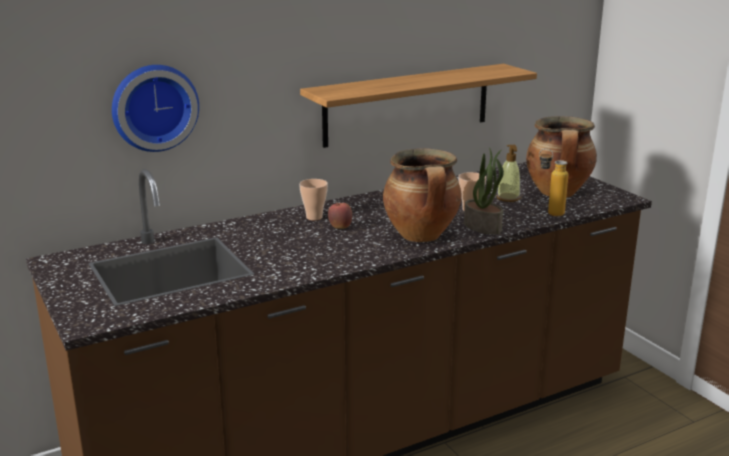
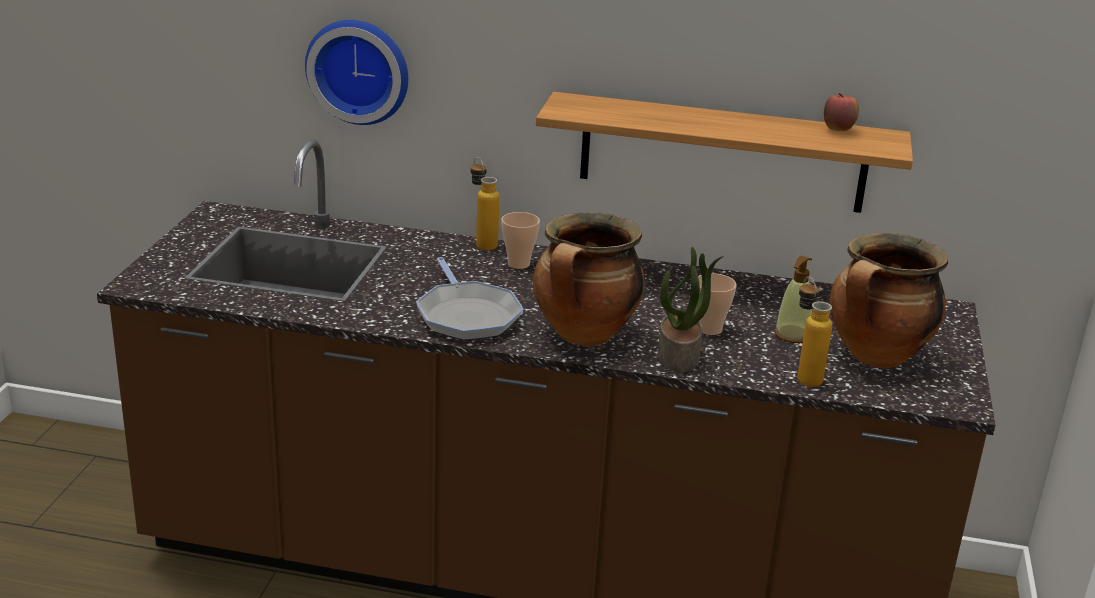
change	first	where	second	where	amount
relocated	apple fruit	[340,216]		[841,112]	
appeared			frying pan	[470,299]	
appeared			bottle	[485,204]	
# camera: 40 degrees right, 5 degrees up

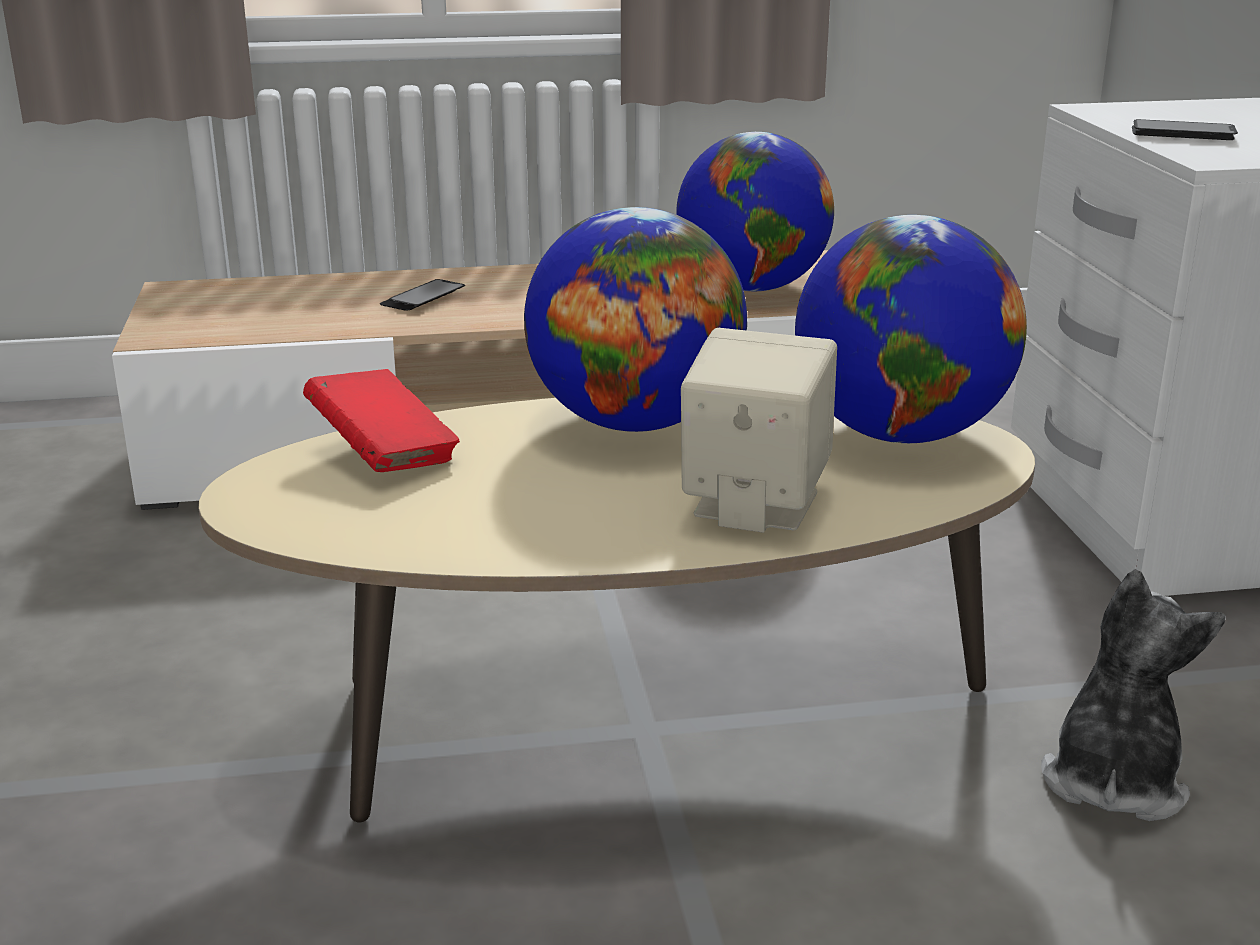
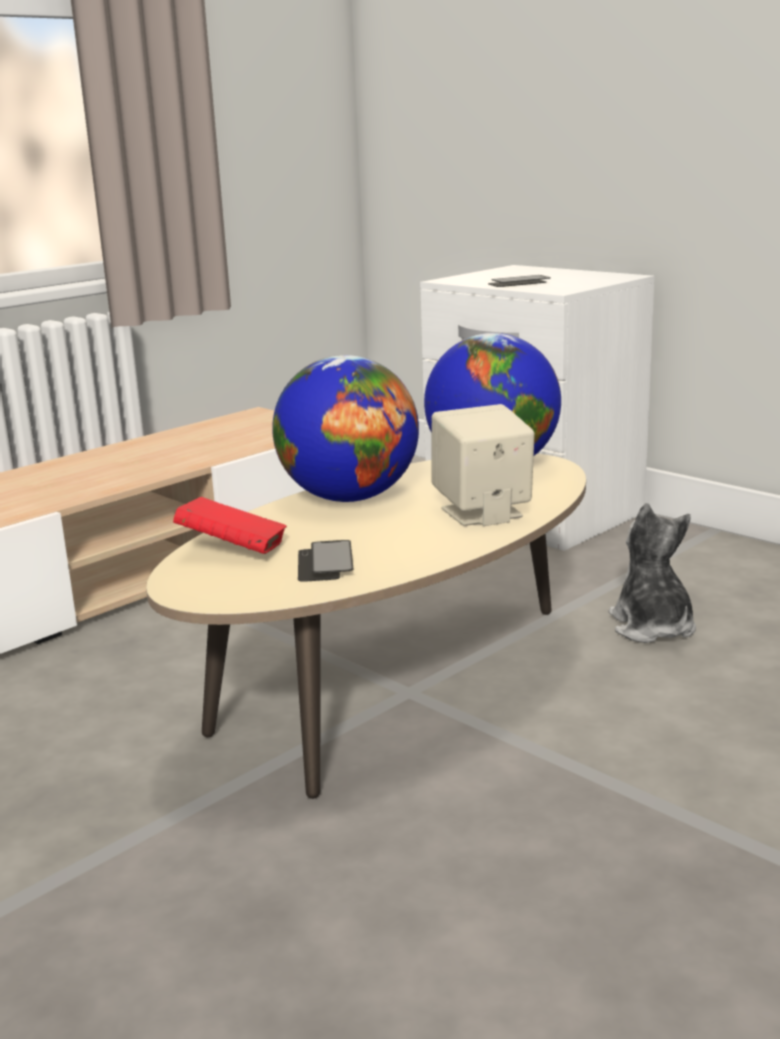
change	first	where	second	where	amount
relocated	phone	[422,294]		[326,561]	
missing	desk globe	[755,212]			
# camera: 35 degrees left, 5 degrees down

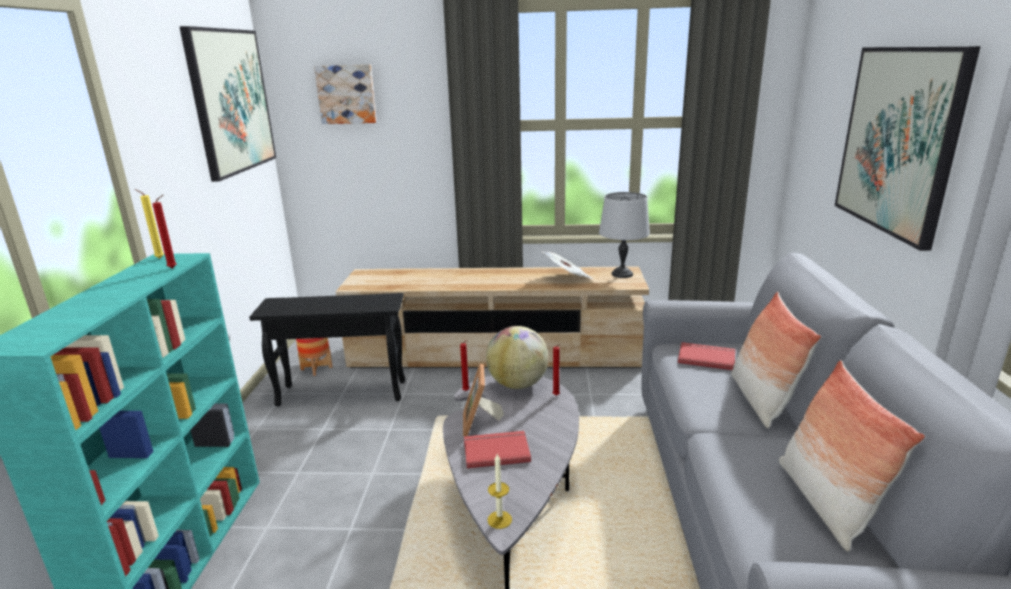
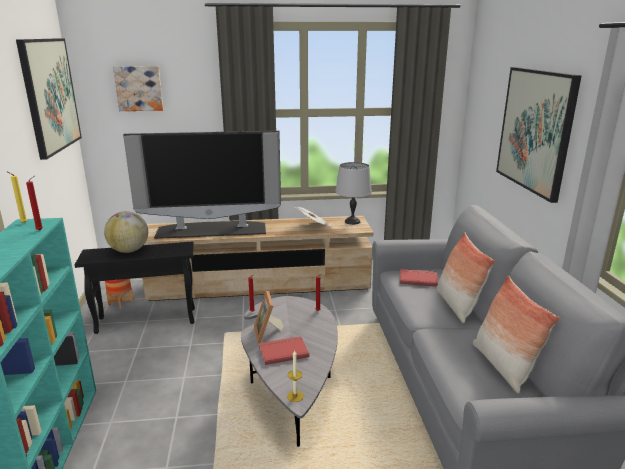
change	first	where	second	where	amount
relocated	desk globe	[517,357]		[126,232]	
appeared			television	[202,185]	
# camera: 10 degrees left, 0 degrees up

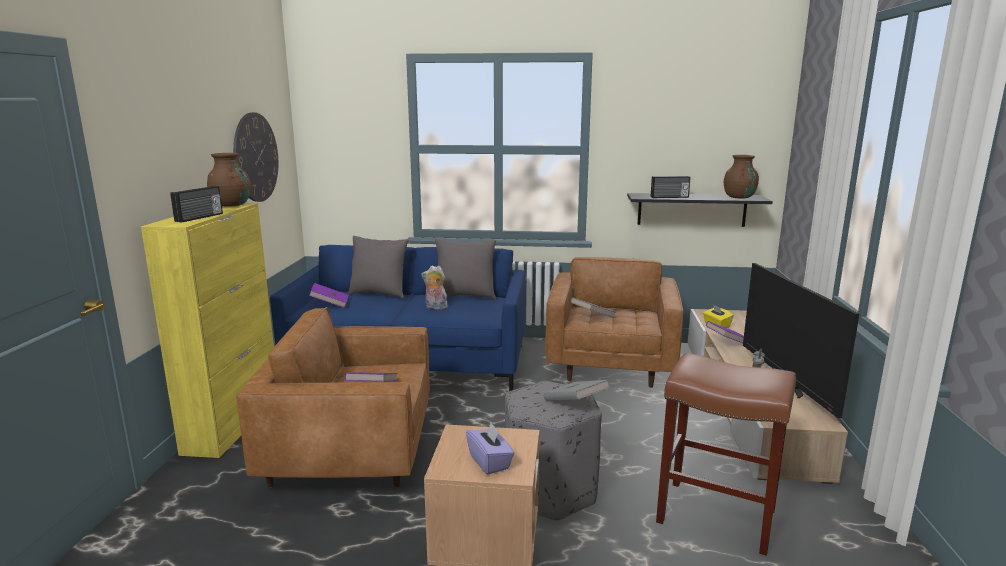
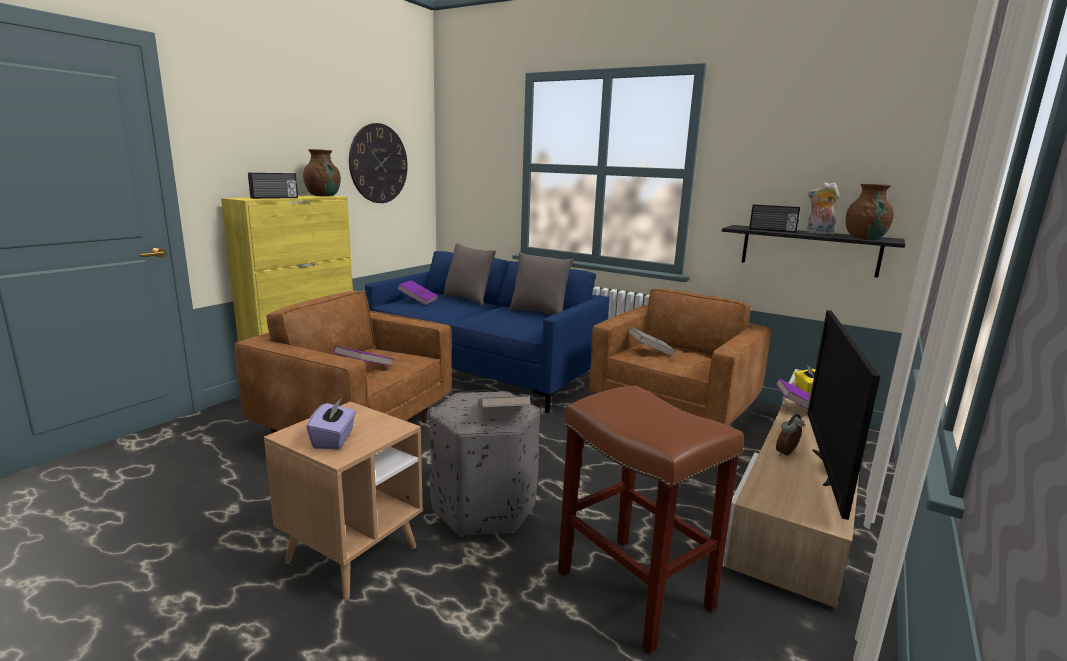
change	first	where	second	where	amount
relocated	soft toy	[434,287]		[823,208]	
# camera: 25 degrees right, 0 degrees up

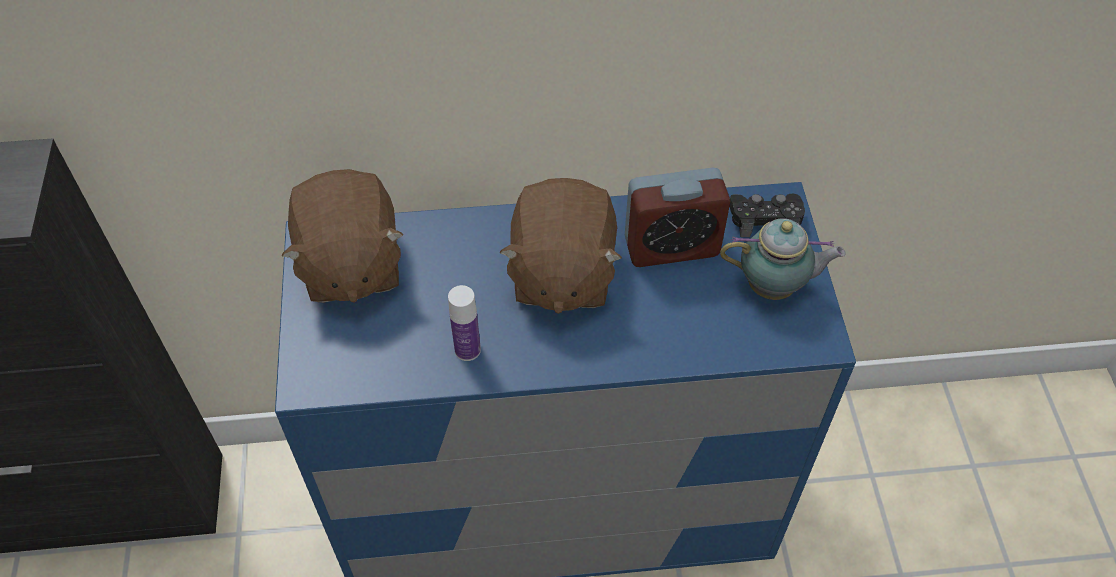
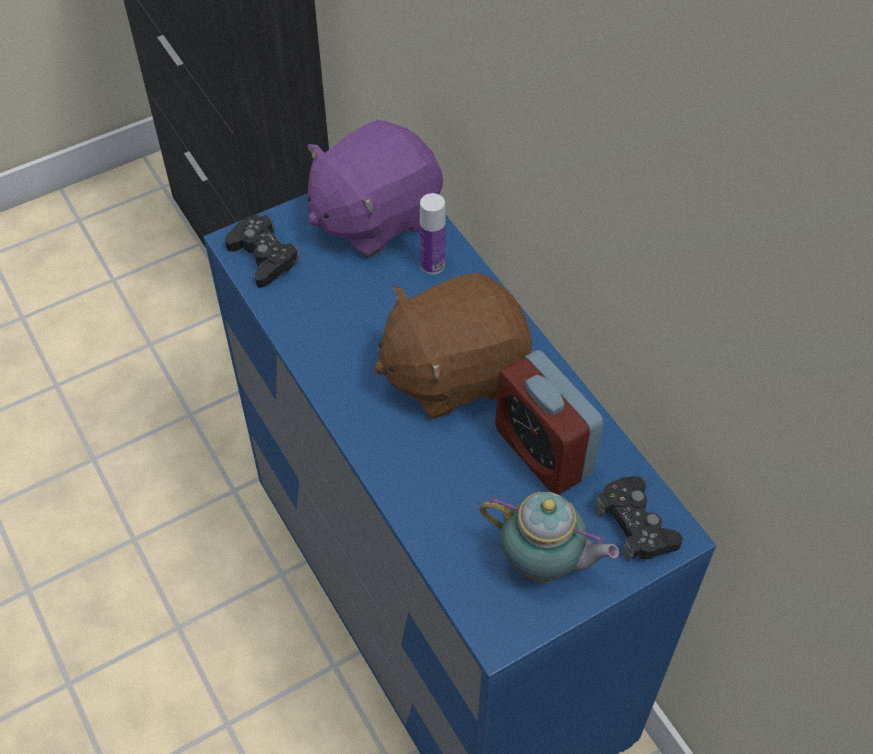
change	first	where	second	where	amount
colour	brownish soft toy	[343,236]	purple-coloured soft toy	[375,189]	
relocated	bottle	[464,323]		[433,233]	
spun	teapot	[783,259]		[549,537]	45 degrees counterclockwise
appeared			black-coloured joypad	[262,251]	
# camera: 65 degrees right, 0 degrees up

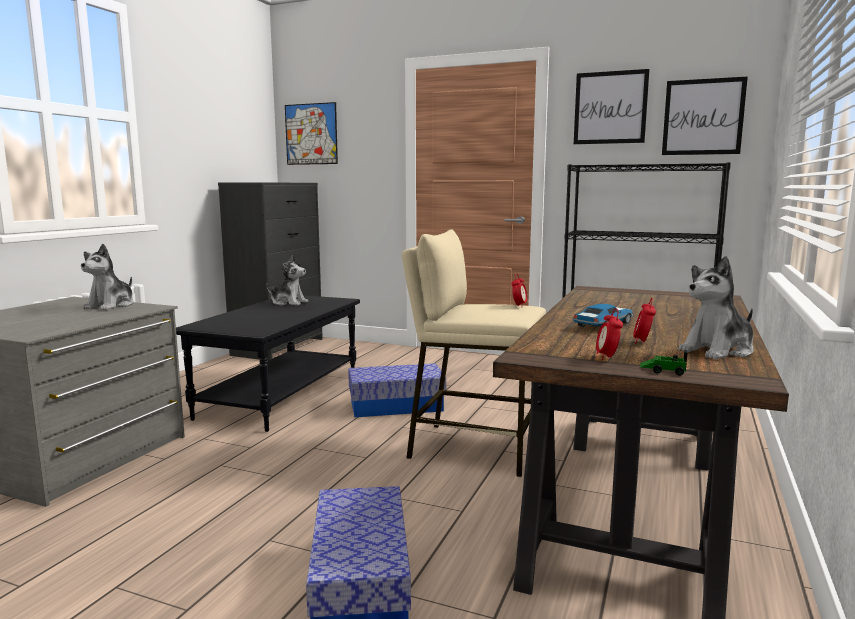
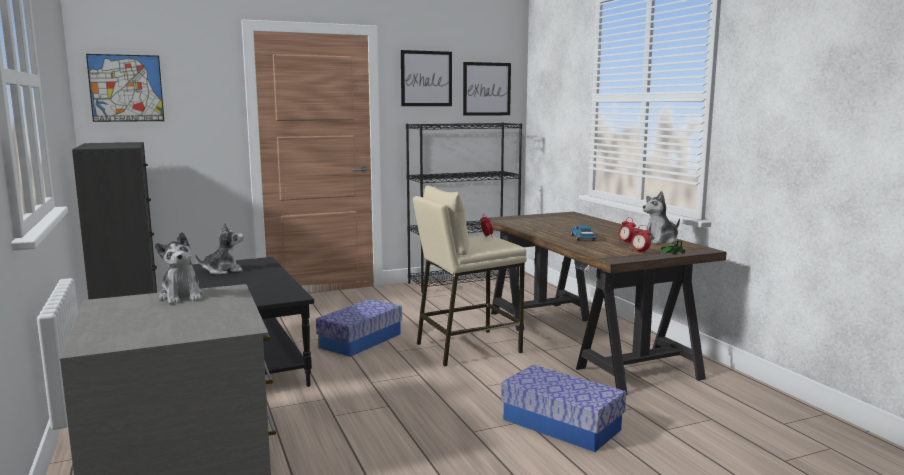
change	first	where	second	where	amount
spun	soft toy	[716,308]		[661,217]	45 degrees clockwise
# camera: 45 degrees left, 0 degrees up

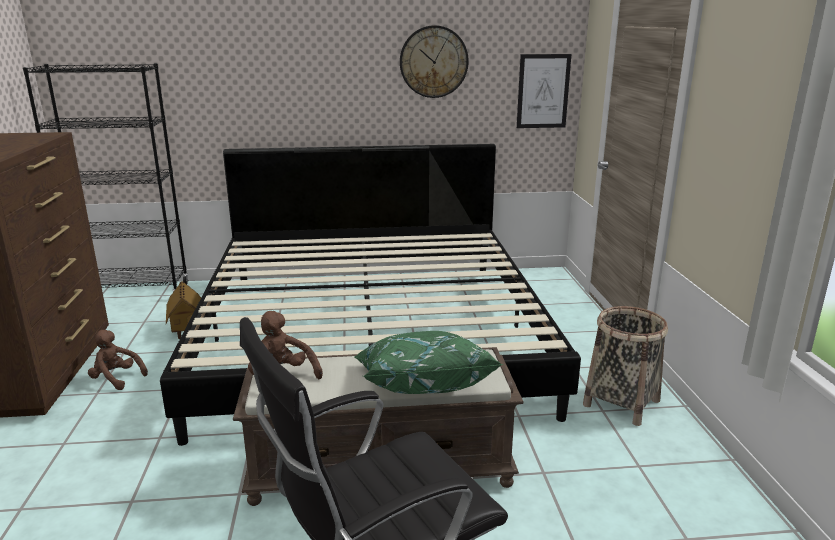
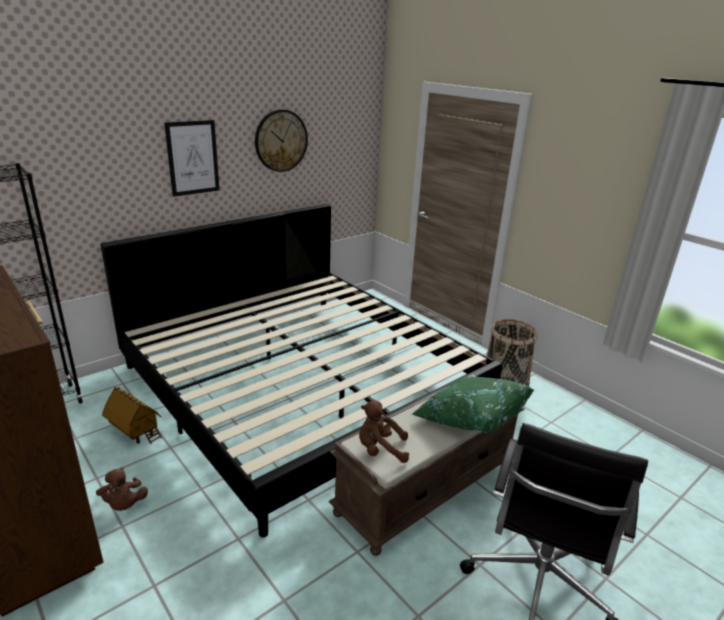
change	first	where	second	where	amount
spun	brownish soft toy	[118,360]		[122,489]	105 degrees counterclockwise
relocated	wall art	[544,91]		[191,158]	
# camera: 35 degrees left, 5 degrees up

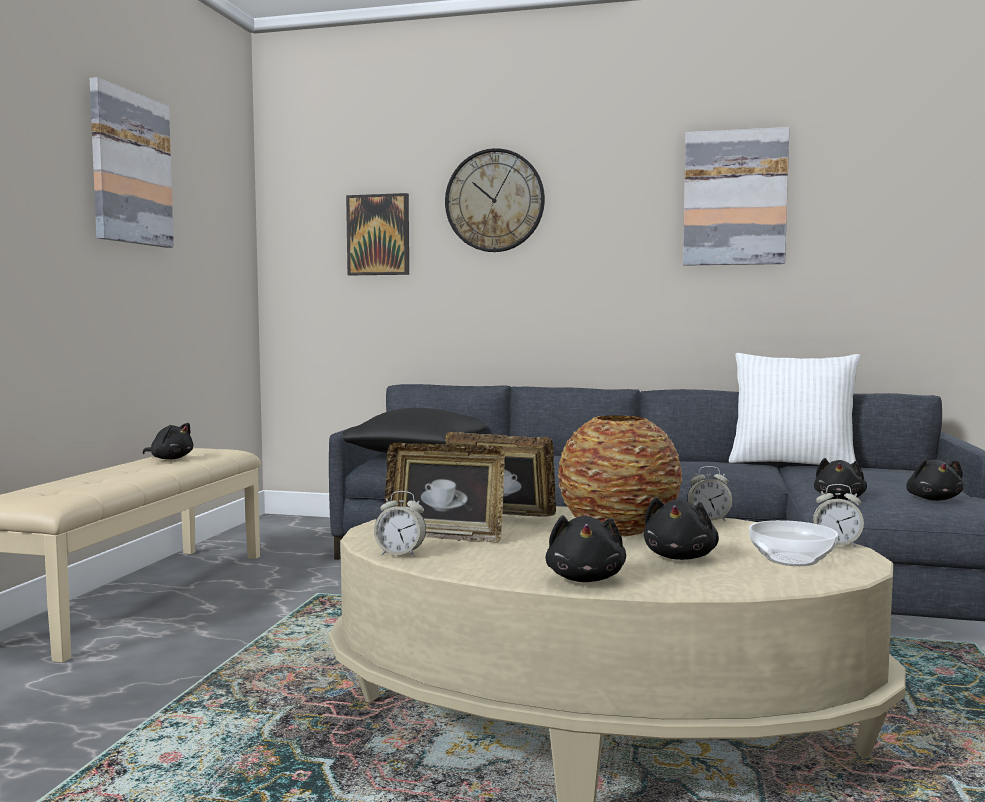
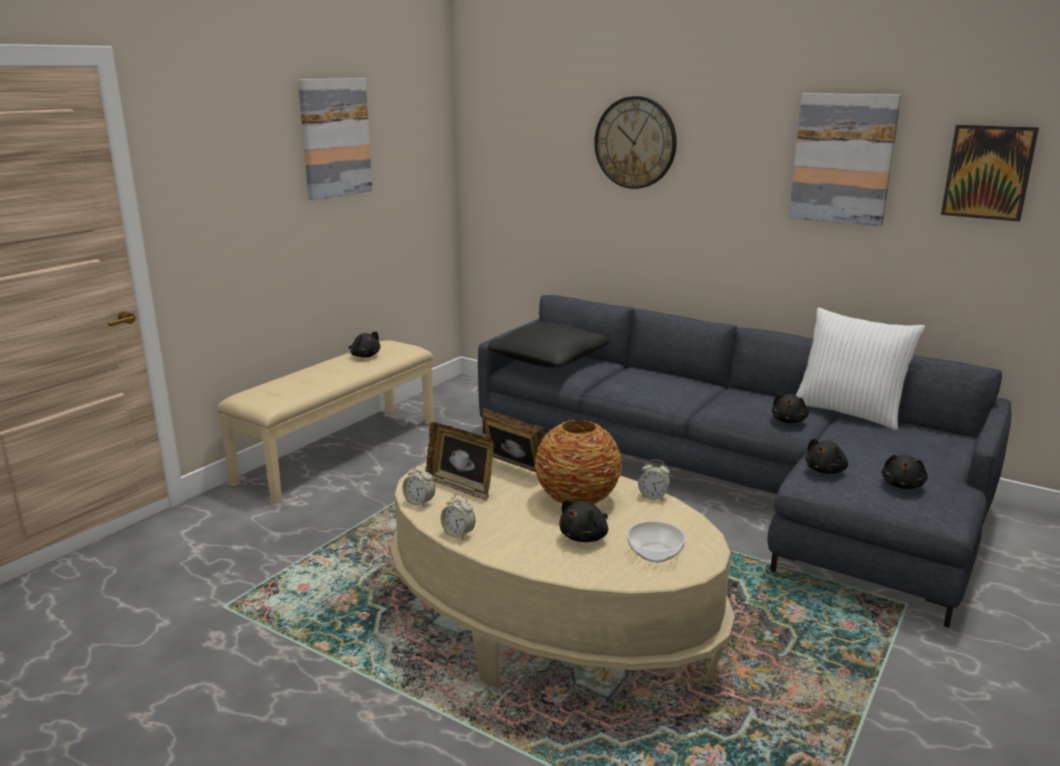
change	first	where	second	where	amount
relocated	wall art	[377,234]		[990,173]	
relocated	black-coloured soft toy	[585,548]		[790,408]	
relocated	alarm clock	[838,515]		[458,517]	
# camera: 20 degrees right, 15 degrees up

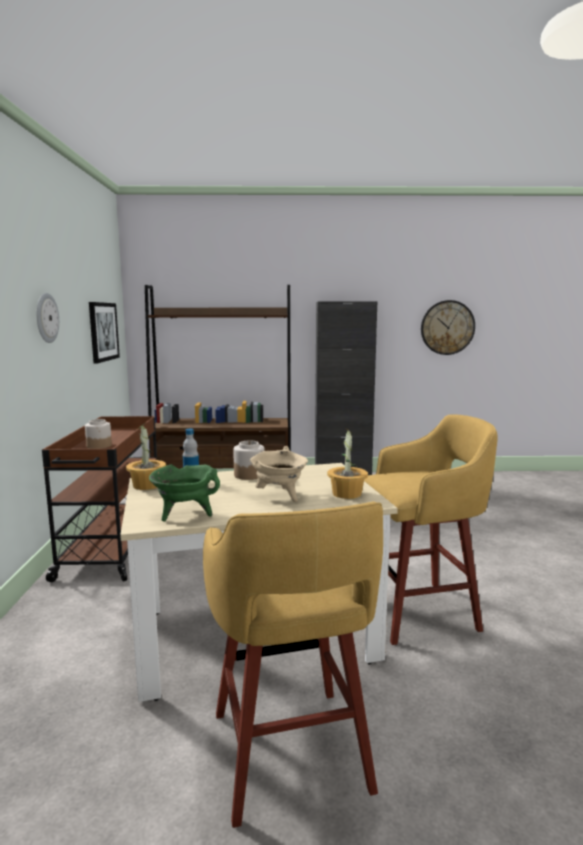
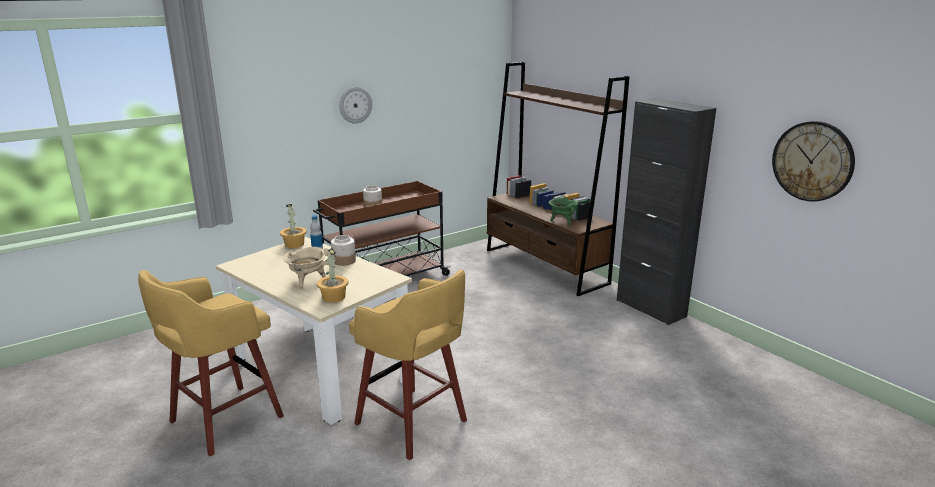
change	first	where	second	where	amount
missing	wall art	[104,332]			
relocated	green stockpot	[184,493]		[563,211]	
# camera: 55 degrees right, 10 degrees up

